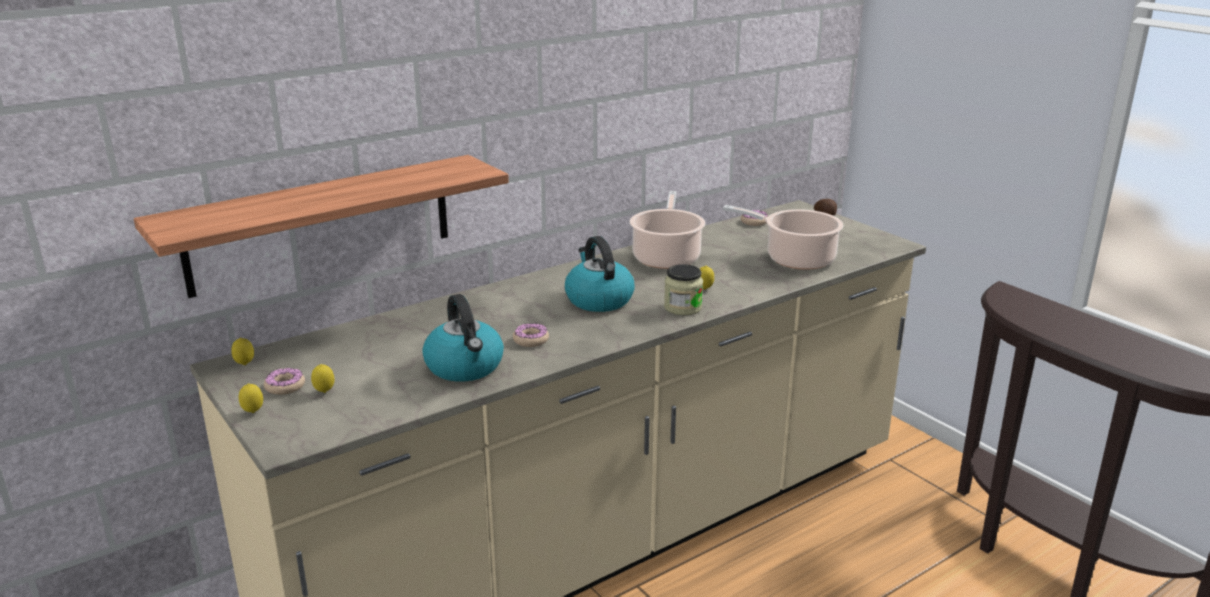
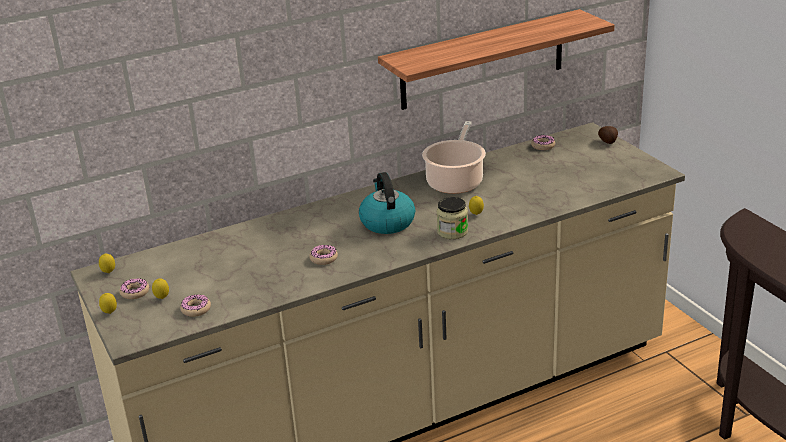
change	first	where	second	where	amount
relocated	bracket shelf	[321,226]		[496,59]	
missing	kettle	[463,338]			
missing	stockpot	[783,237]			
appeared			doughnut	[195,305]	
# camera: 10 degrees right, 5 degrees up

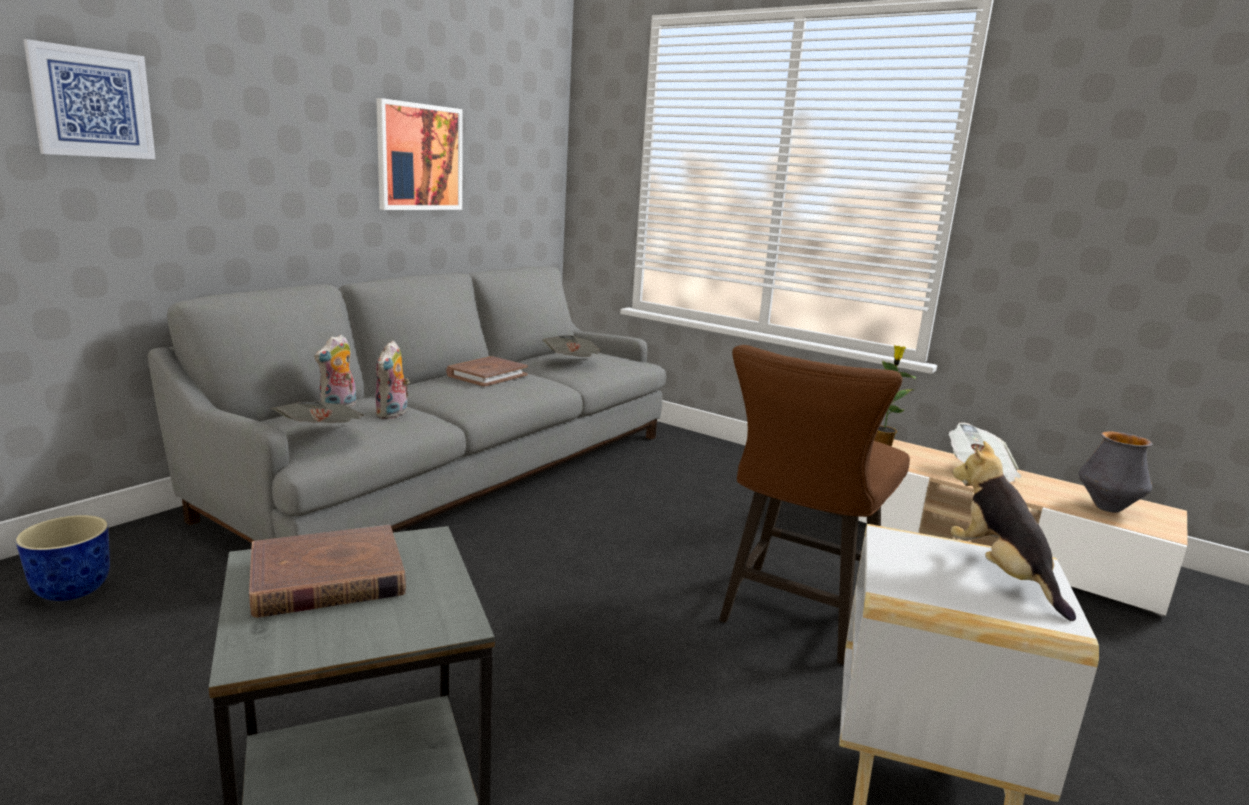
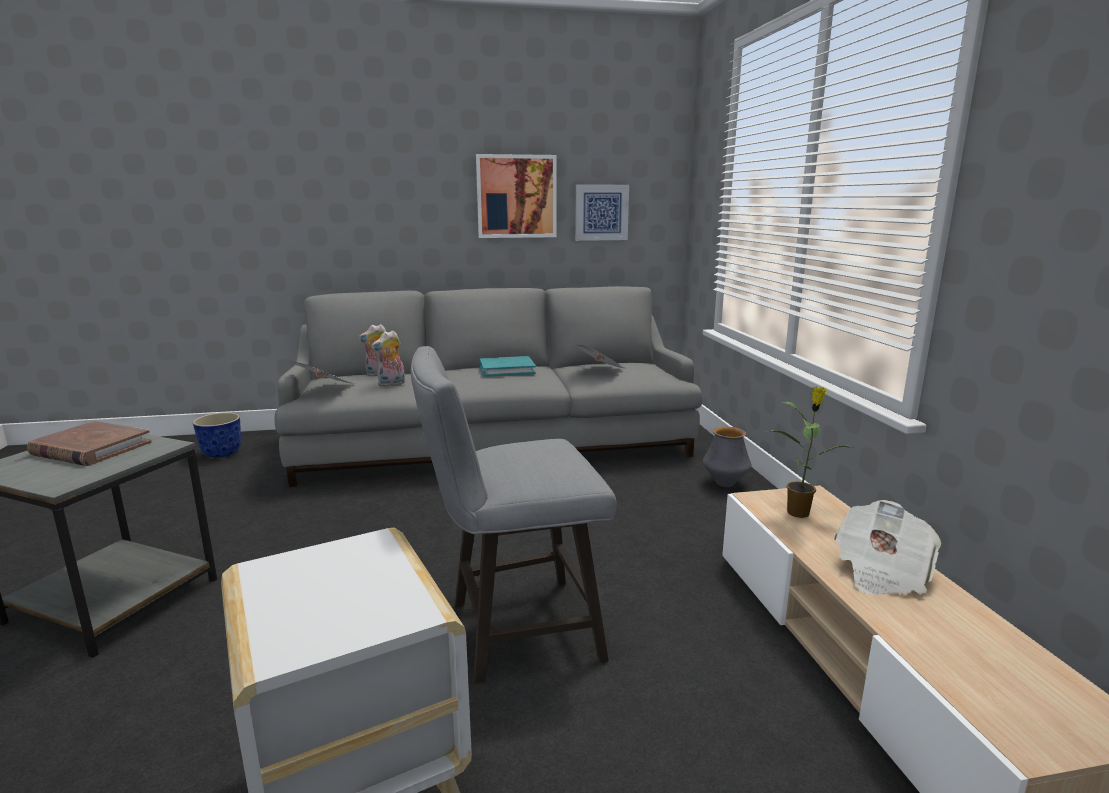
change	first	where	second	where	amount
relocated	wall art	[90,99]		[602,212]	
colour	brownish bound book	[487,371]	turquoise-coloured bound book	[508,366]	
colour	brownish stool seat	[814,505]	gray stool seat	[513,514]	
missing	soft toy	[1013,531]			
relocated	flower vase	[1116,472]		[727,457]	
# camera: 45 degrees right, 0 degrees up

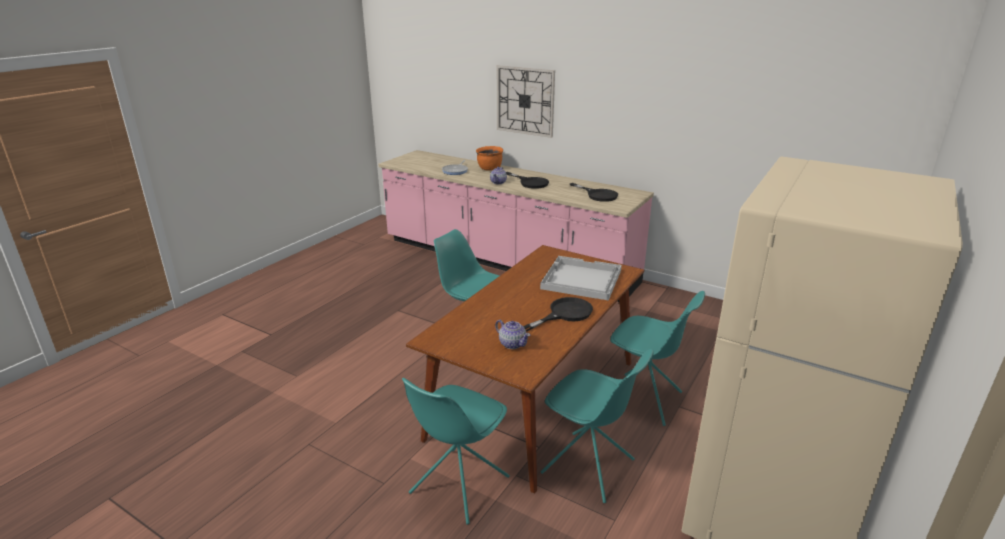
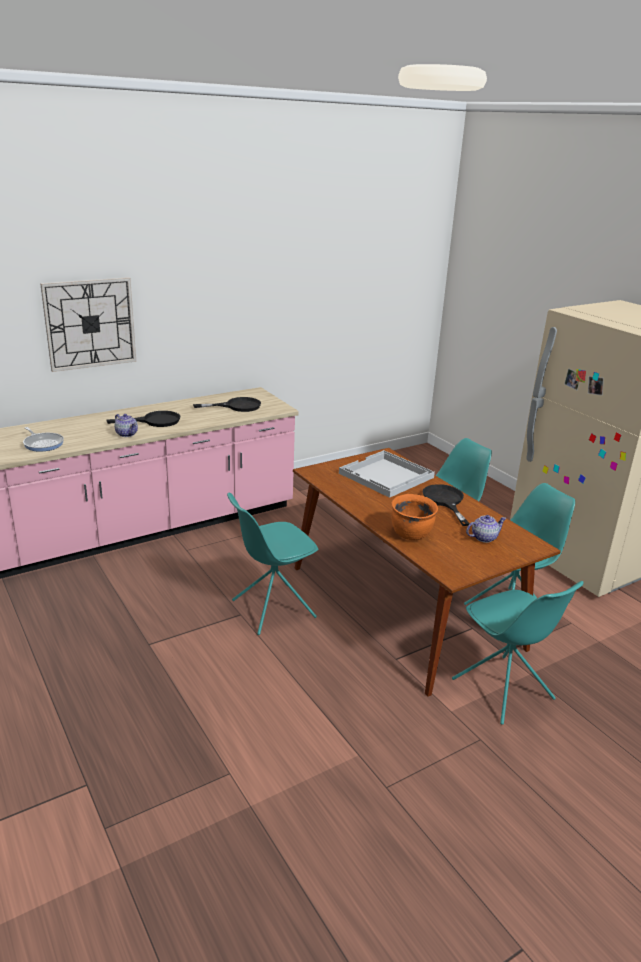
change	first	where	second	where	amount
relocated	orange-coloured stockpot	[489,158]		[414,517]	
# camera: 65 degrees left, 0 degrees up

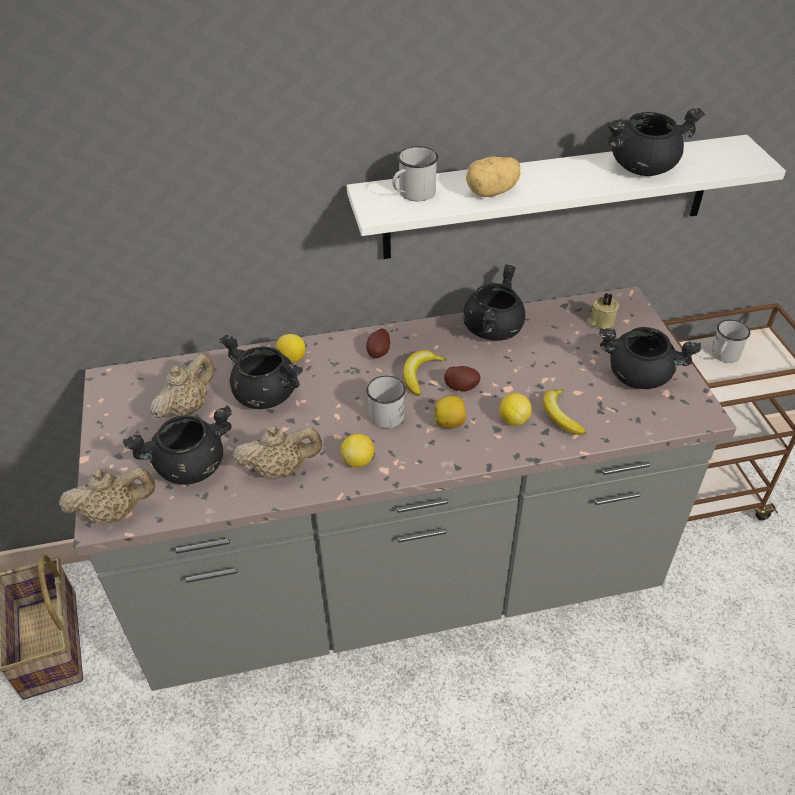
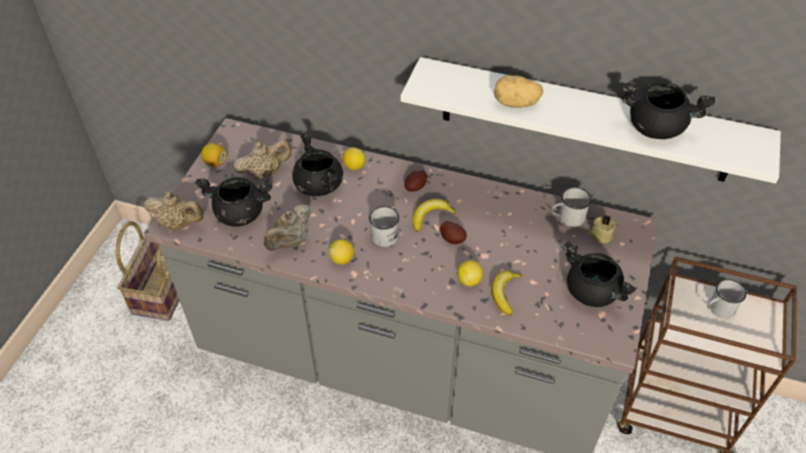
change	first	where	second	where	amount
spun	beige teapot	[277,451]		[287,227]	105 degrees clockwise
relocated	white tea mug	[415,173]		[571,207]	
relocated	citrus fruit	[449,412]		[214,155]	
missing	black-coloured stockpot	[494,302]			
# camera: 30 degrees right, 5 degrees up

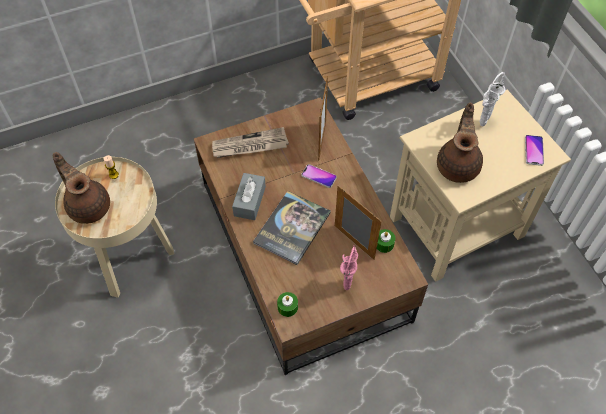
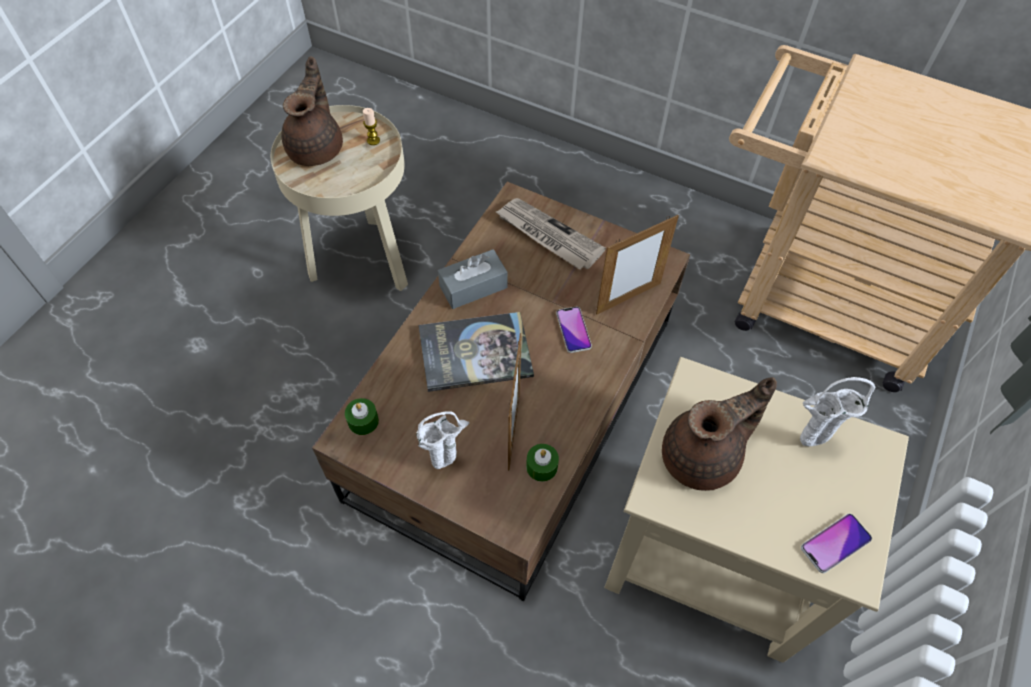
change	first	where	second	where	amount
colour	pinkish flower vase	[349,267]	white flower vase	[442,440]	
# camera: 50 degrees right, 0 degrees up

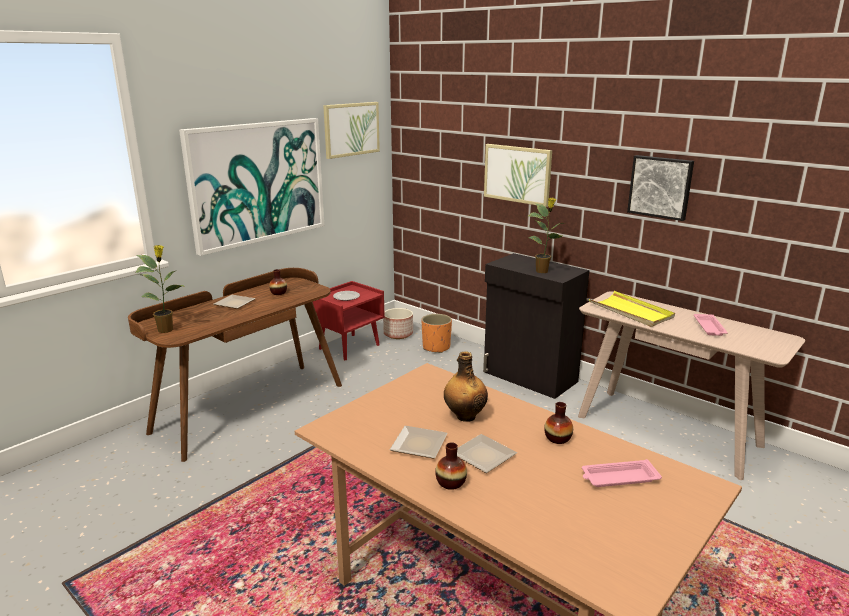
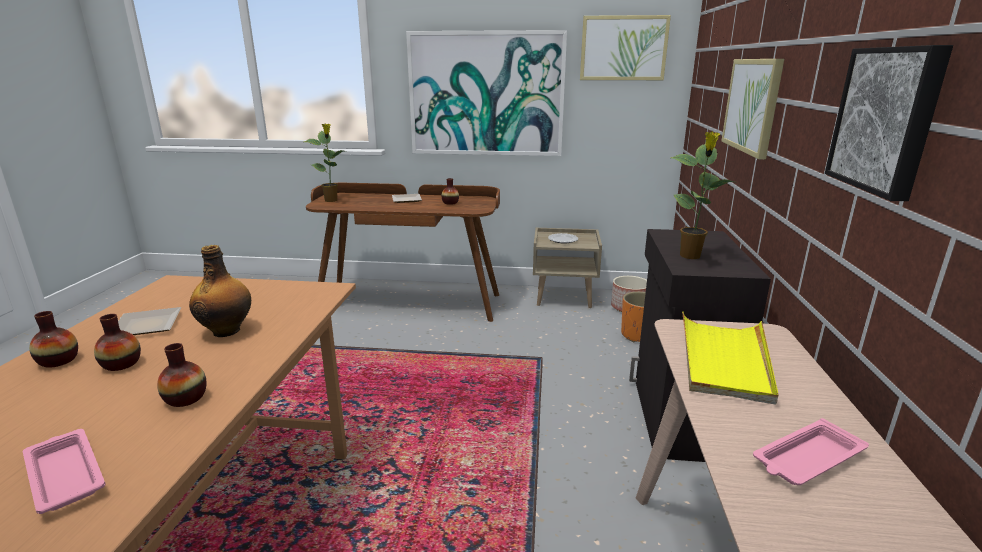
change	first	where	second	where	amount
colour	red-coloured bedside table	[349,320]	beige bedside table	[567,268]	
exchanged	dinner plate	[487,453]	flower vase	[117,342]	
# camera: 55 degrees right, 0 degrees up

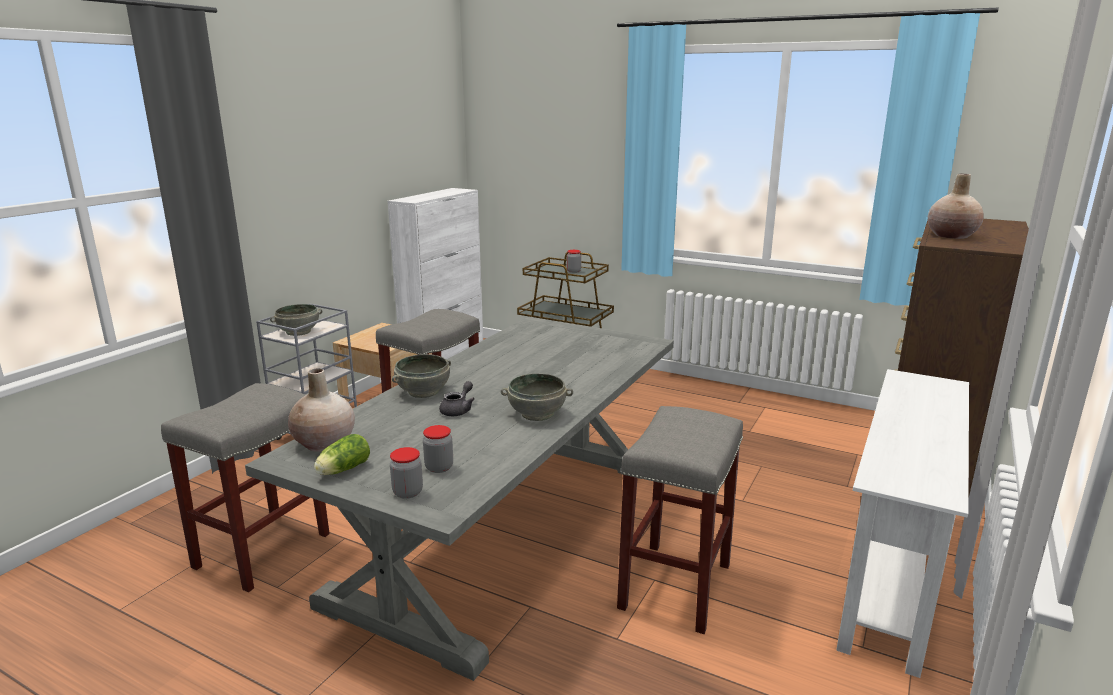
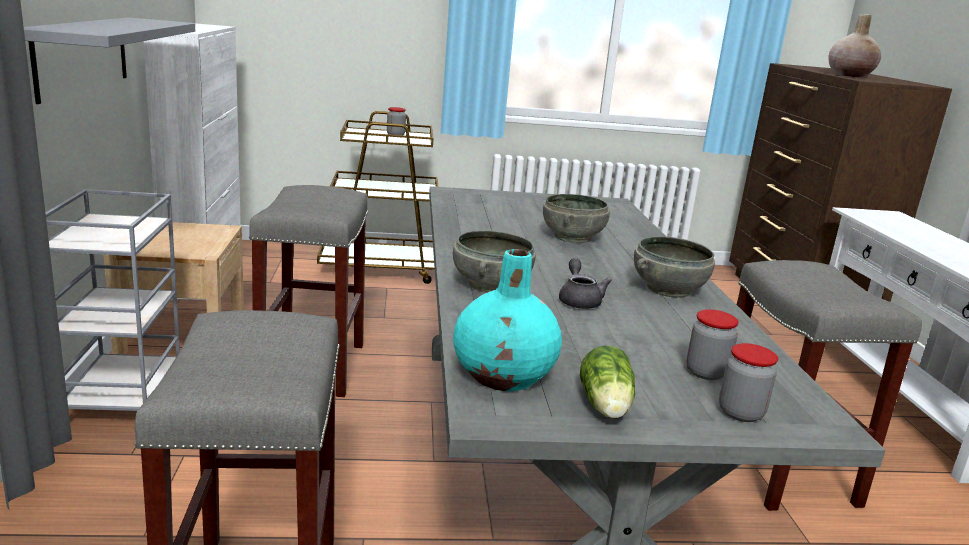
change	first	where	second	where	amount
relocated	gray bowl	[296,320]		[576,218]	
colour	beige flower vase	[321,410]	turquoise-coloured flower vase	[507,320]	
appeared			gray bracket shelf	[109,60]	
# camera: 35 degrees left, 0 degrees up

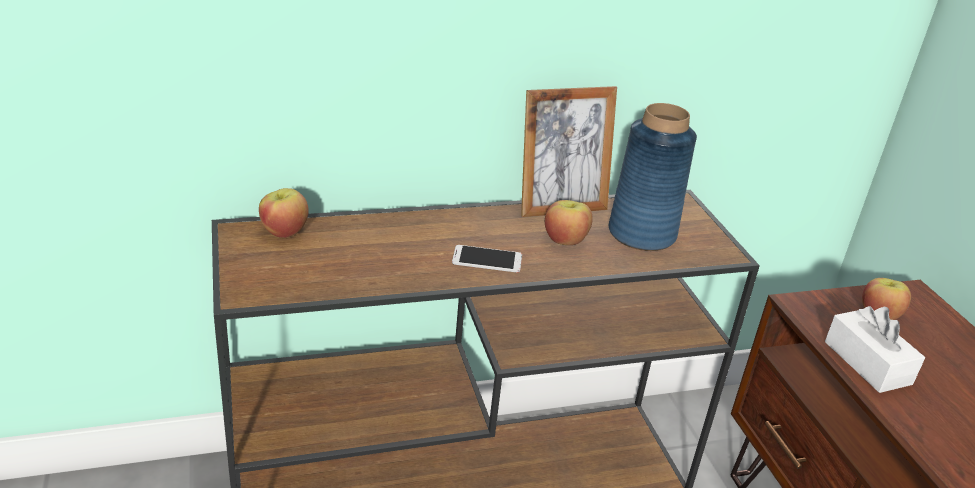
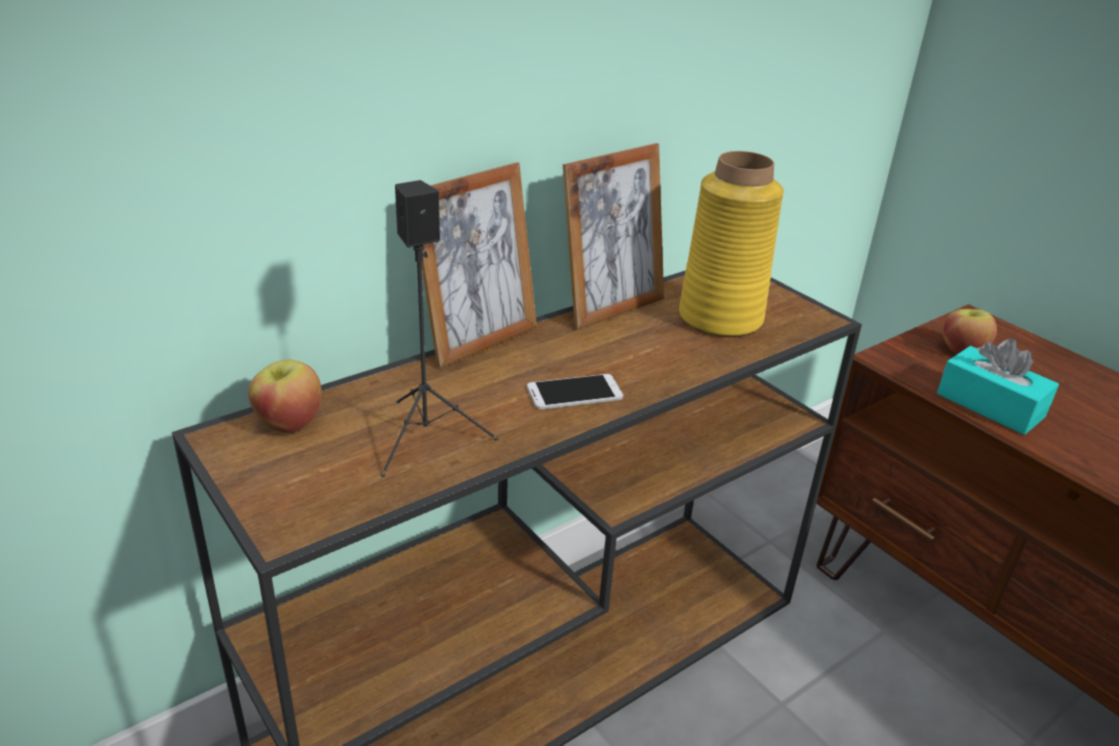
change	first	where	second	where	amount
missing	apple fruit	[569,222]			
colour	blue flower vase	[653,177]	yellow flower vase	[731,244]	
colour	white tissue box	[875,349]	turquoise-coloured tissue box	[998,386]	
appeared			black-coloured audio speaker	[439,328]	
appeared			standing frame	[479,265]	
# camera: 20 degrees left, 0 degrees up

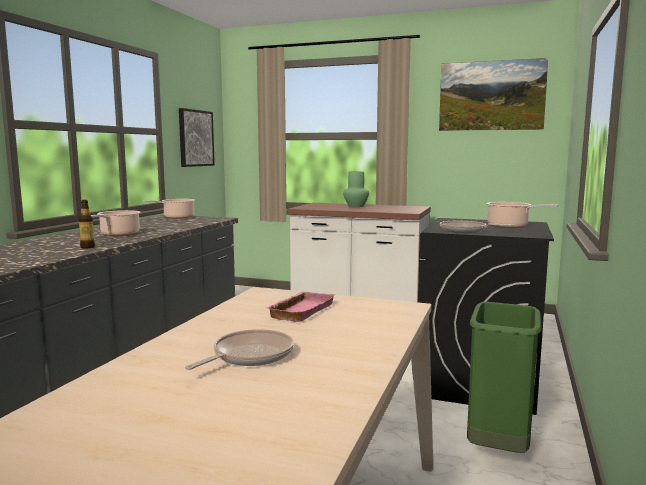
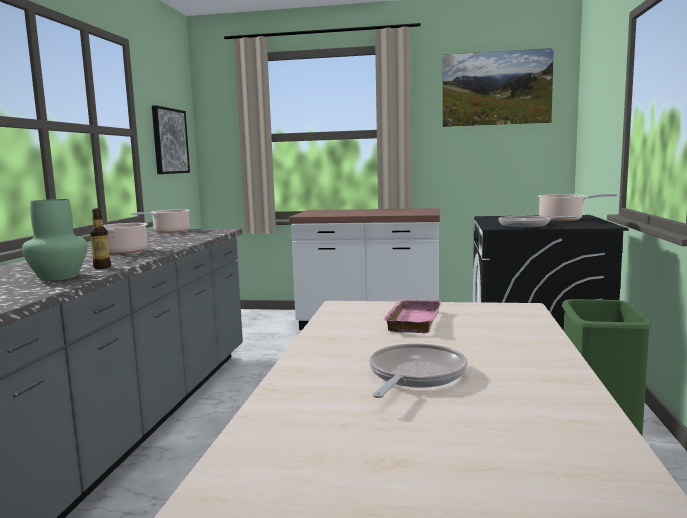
change	first	where	second	where	amount
relocated	green flower vase	[356,189]		[54,240]	
# camera: 10 degrees left, 0 degrees up

